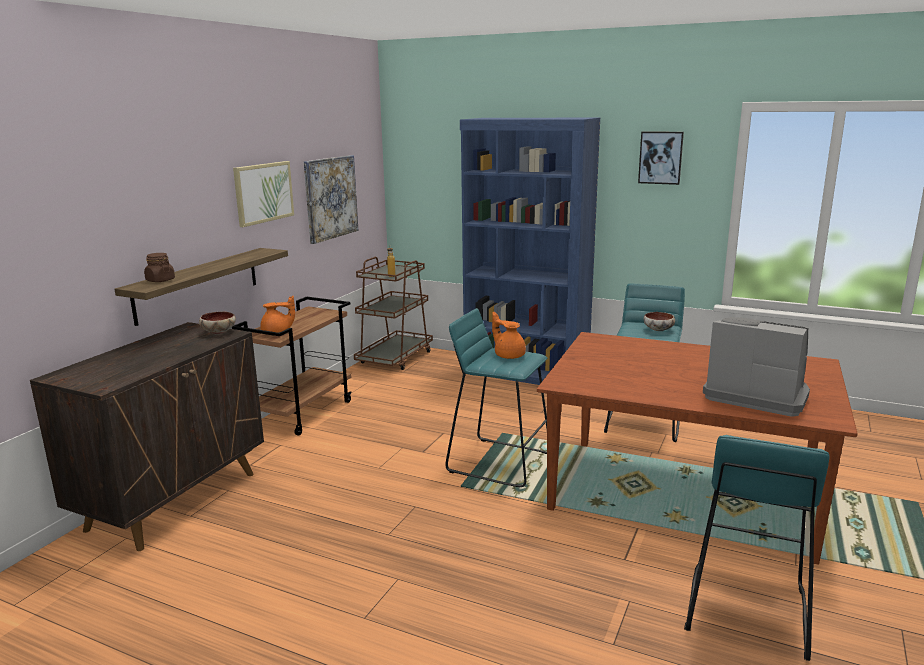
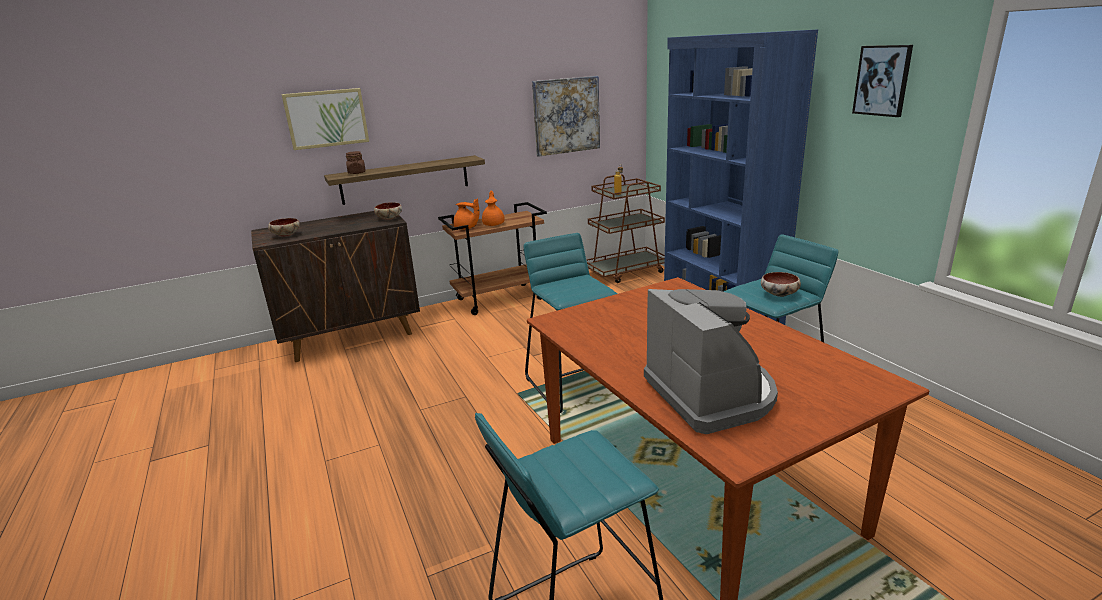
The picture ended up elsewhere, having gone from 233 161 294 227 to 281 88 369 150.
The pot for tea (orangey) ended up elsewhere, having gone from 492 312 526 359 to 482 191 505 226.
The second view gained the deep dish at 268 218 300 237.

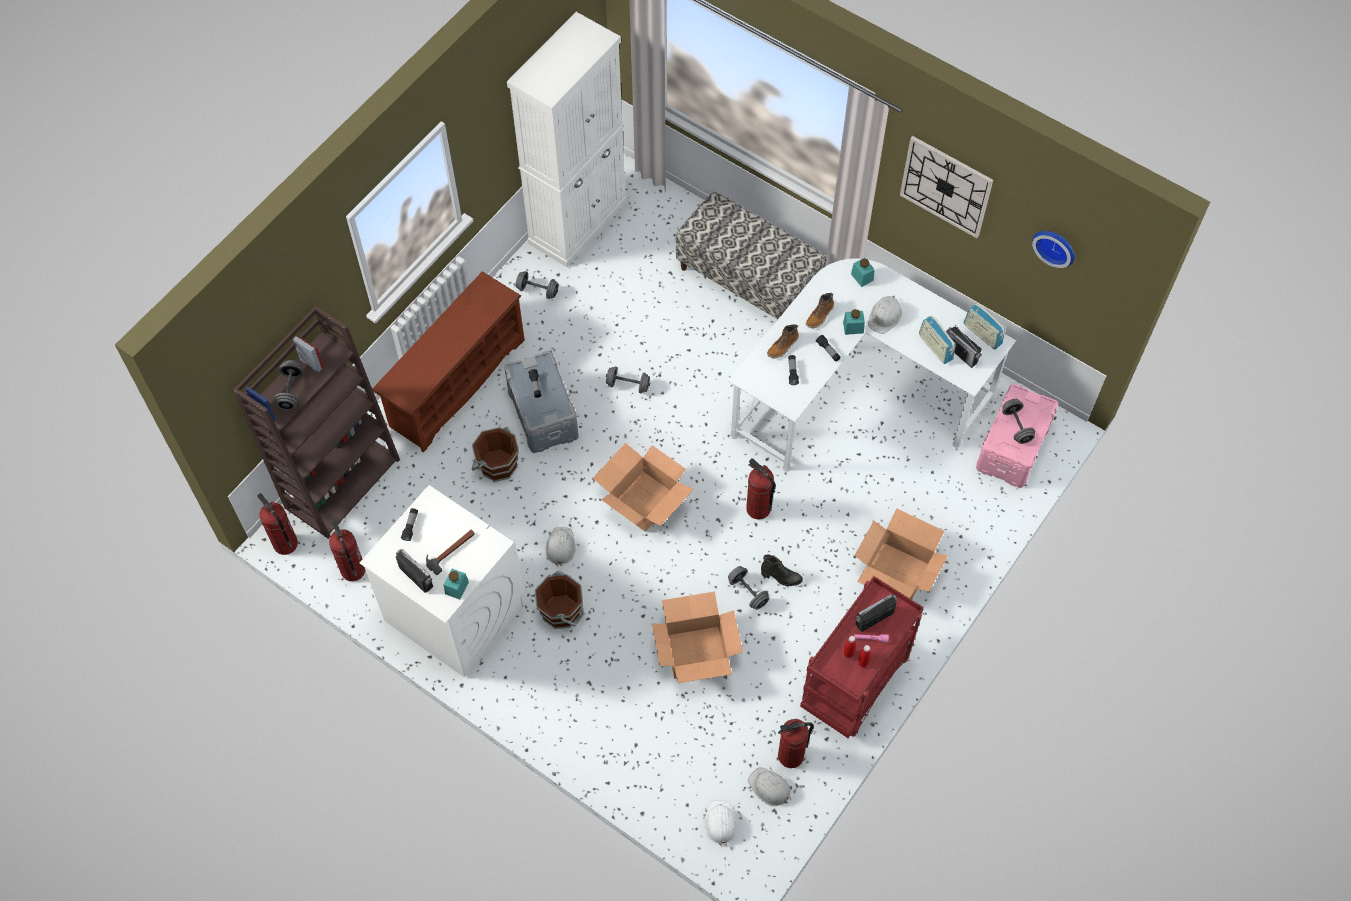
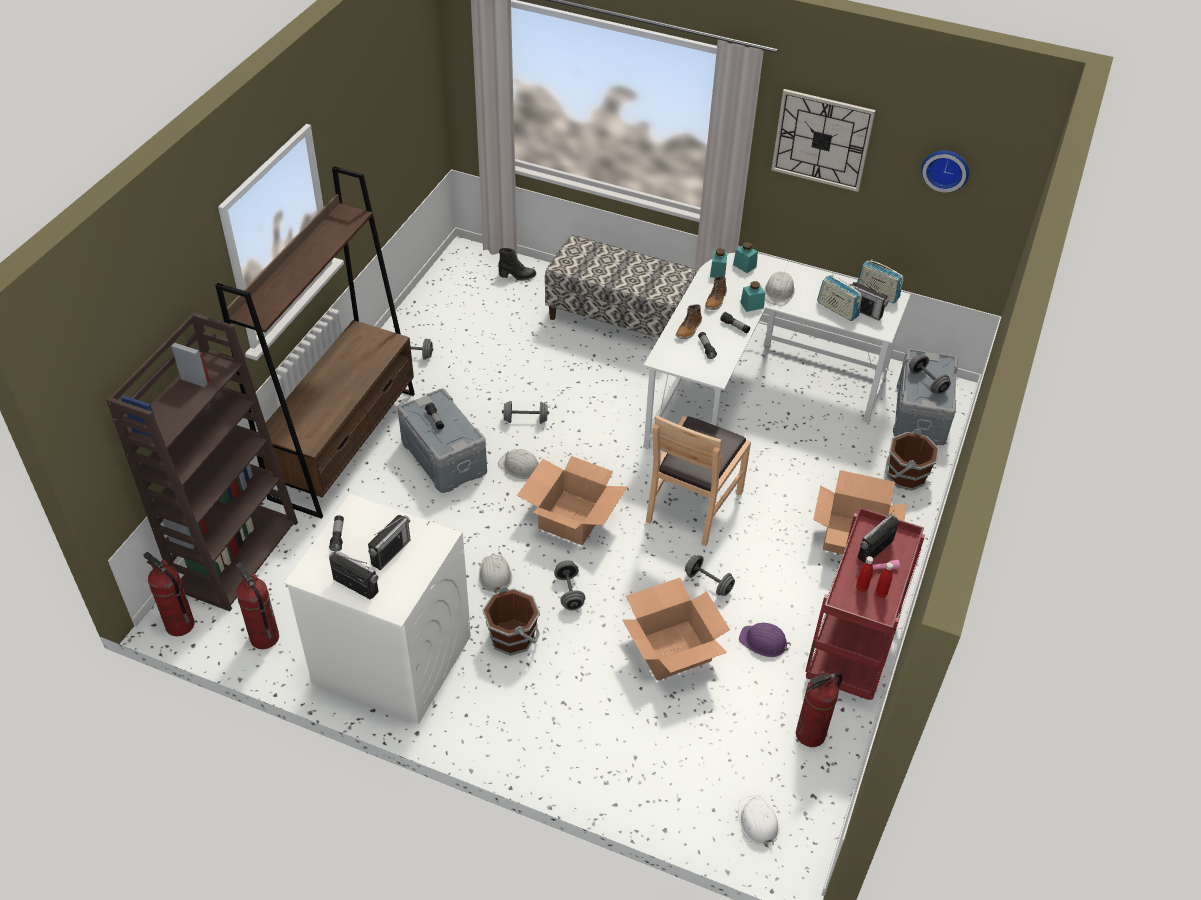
The free weight (greyish) ended up elsewhere, having gone from 274 360 303 410 to 554 560 585 610.
Where the shoe stand (brownish) stood at 372 271 525 453, the bookshelf (brownish) came to stand at 215 166 415 519.
Where the hammer stood at 426 530 474 575, the radio receiver came to stand at 368 515 411 570.
The jar (blue-green) ended up elsewhere, having gone from 444 569 469 600 to 710 248 727 278.
The water bucket (brownish) ended up elsewhere, having gone from 471 427 519 482 to 885 429 939 491.
The second view lost the cabinet (white-coloured) at 507 12 627 267.
Where the fire-fighting cylinder stood at 746 458 776 520, the chair (brownish) came to stand at 646 415 751 546.
The safety helmet (white-coloured) ended up elsewhere, having gone from 748 767 791 806 to 498 449 539 479.
The tall boot (black) ended up elsewhere, having gone from 761 555 803 586 to 498 248 536 281.
What was the storage box (pinkish) at 976 384 1058 488 turned into the storage box (greyish) at 893 349 958 446.
The second view gained the safety helmet (purple) at 739 623 791 657.

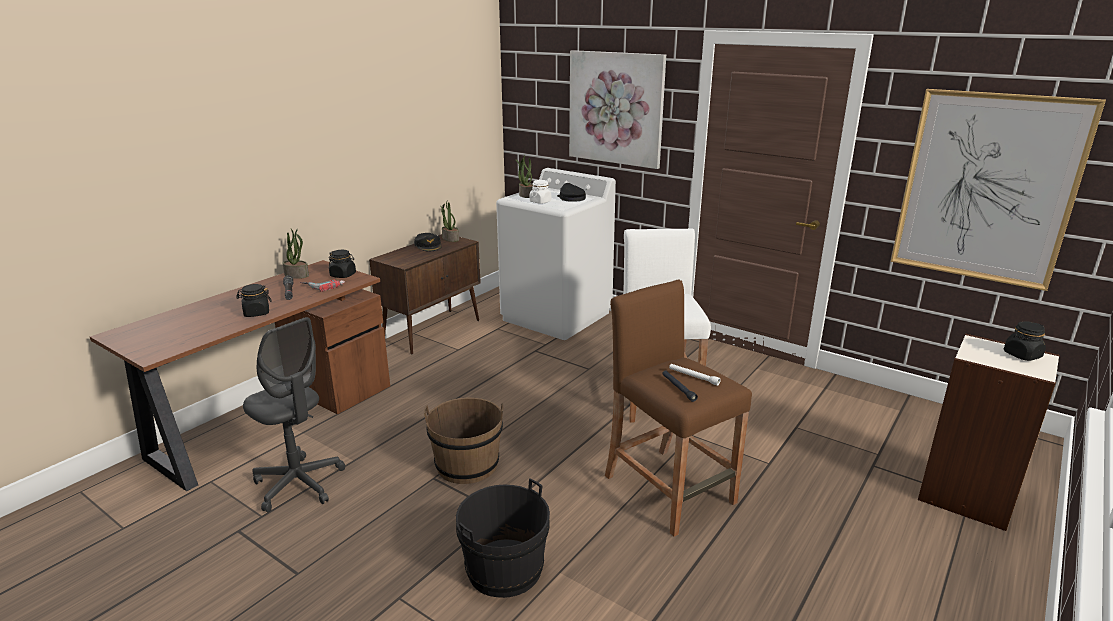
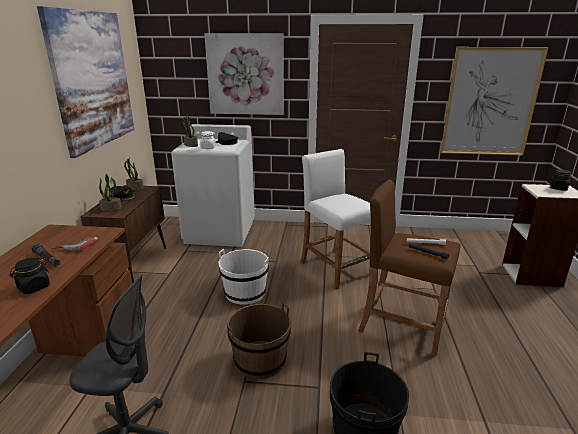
The plant in a pot ended up elsewhere, having gone from 283 229 309 279 to 99 174 122 212.
The second view lost the jar (black) at 329 250 356 278.
The second view gained the picture at 37 6 134 158.
The second view gained the water bucket (white-coloured) at 219 249 269 305.

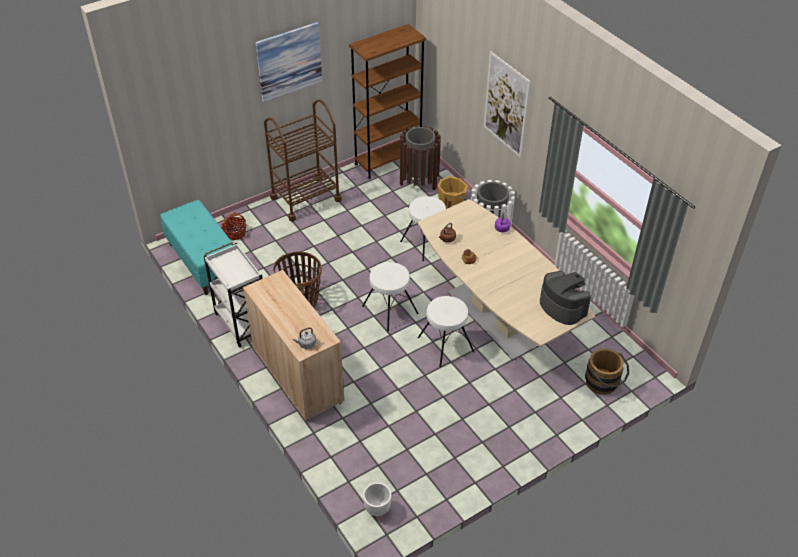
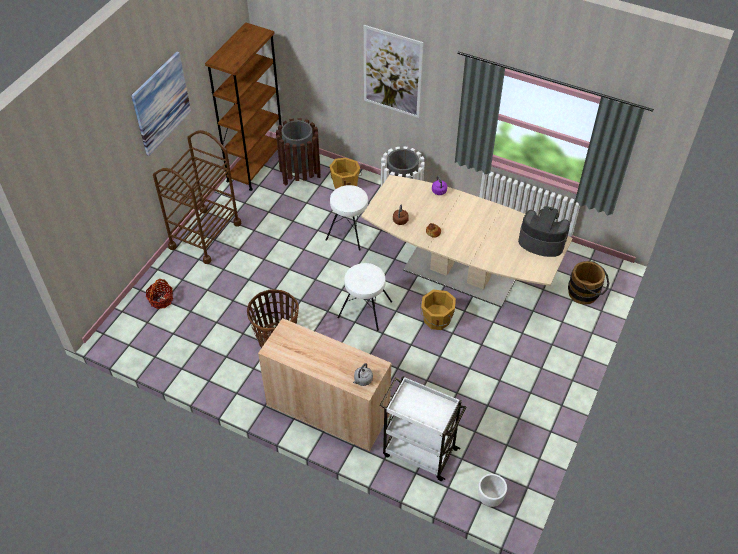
The second view lost the indoor bench (blue-green) at 160 200 232 295.
The trolley (white-coloured) ended up elsewhere, having gone from 204 242 263 348 to 380 376 466 481.
Where the stool seat (white-coloured) stood at 418 296 475 367, the water bucket (orangey) came to stand at 420 289 456 330.

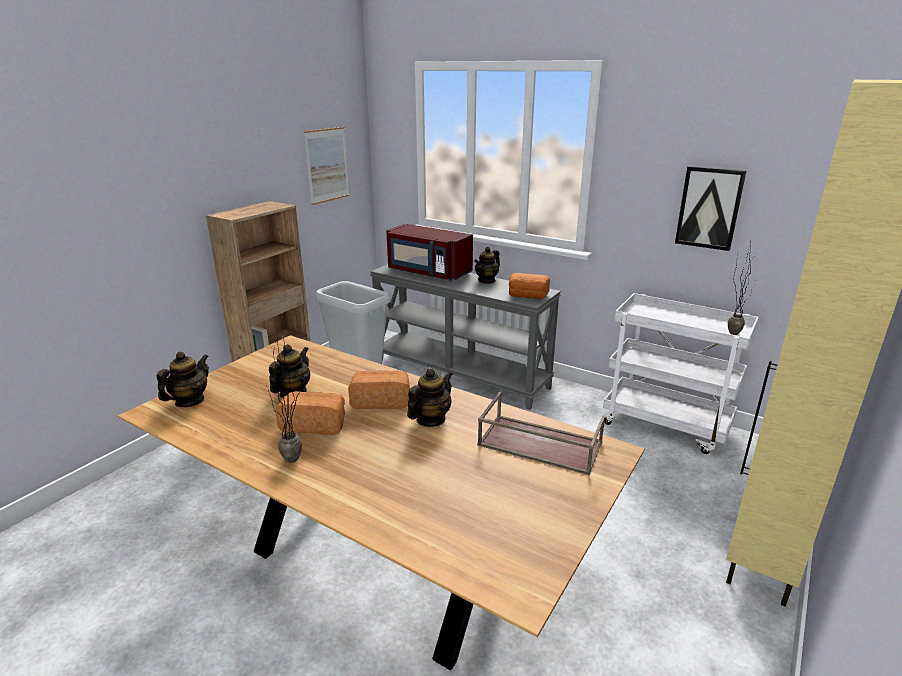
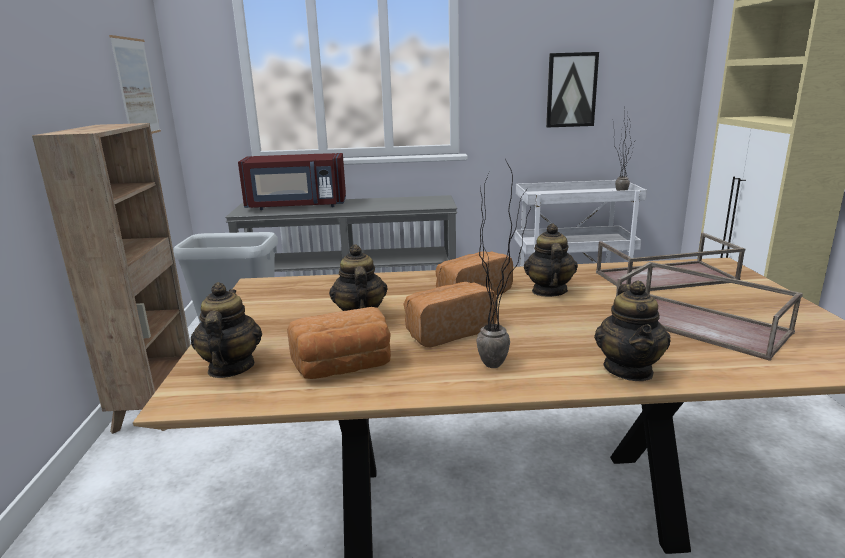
The pot for tea ended up elsewhere, having gone from 474 247 500 284 to 594 280 671 381.
The baked bread ended up elsewhere, having gone from 509 273 550 299 to 287 307 391 379.
The second view gained the tray (brownish) at 616 262 803 361.

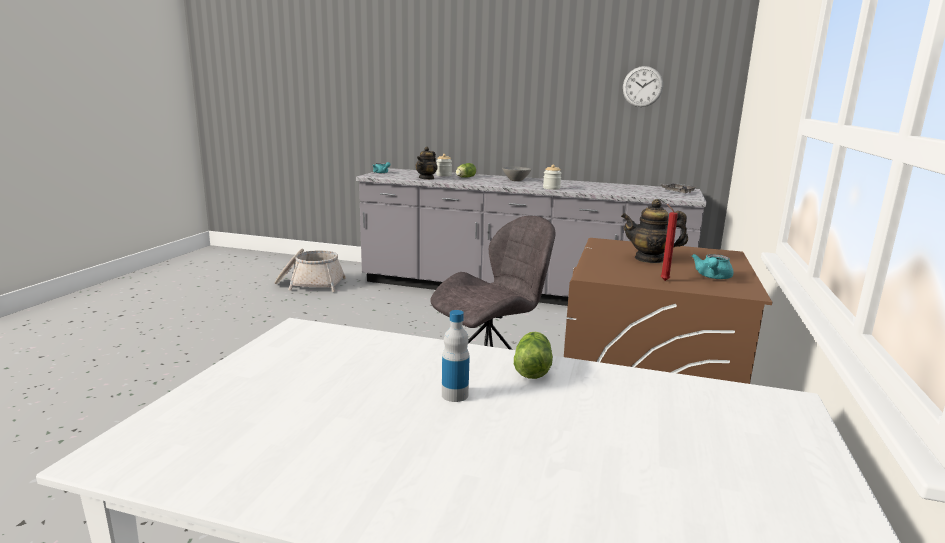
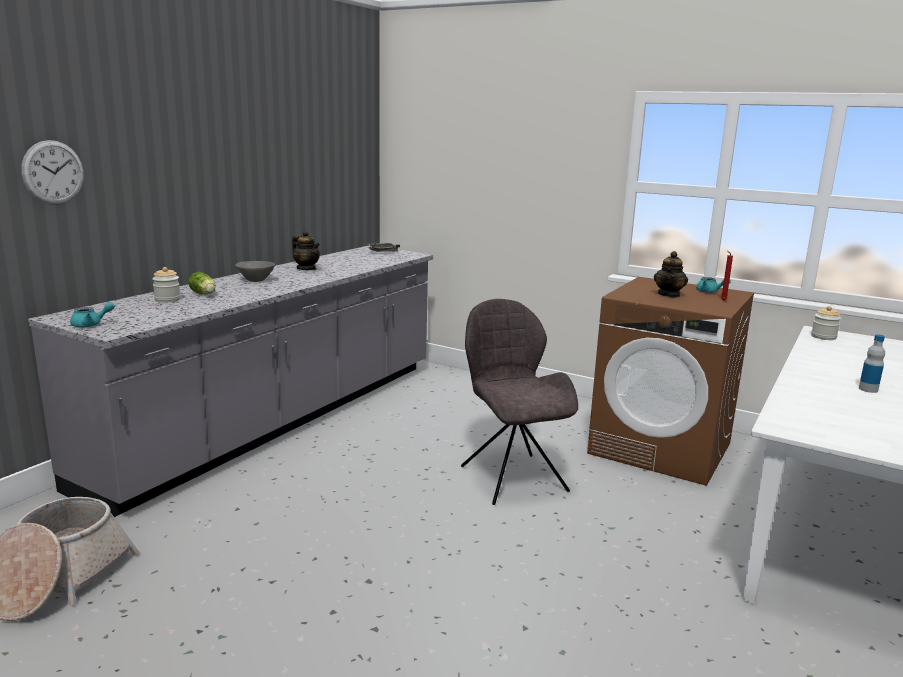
The pot for tea ended up elsewhere, having gone from 416 147 437 180 to 292 231 320 270.
The second view lost the lettuce at 514 332 553 379.
The jar ended up elsewhere, having gone from 543 165 561 190 to 811 306 841 340.
The hanging clock ended up elsewhere, having gone from 623 66 663 107 to 21 140 84 205.

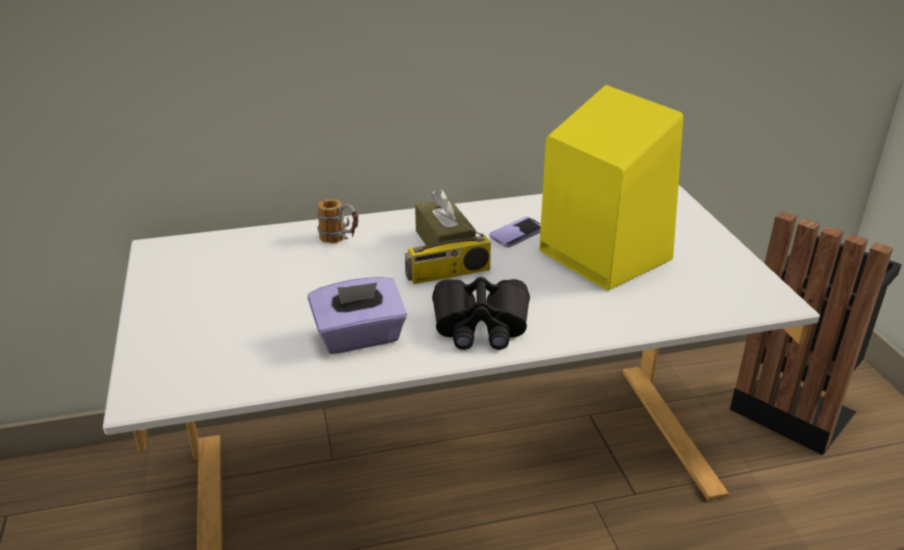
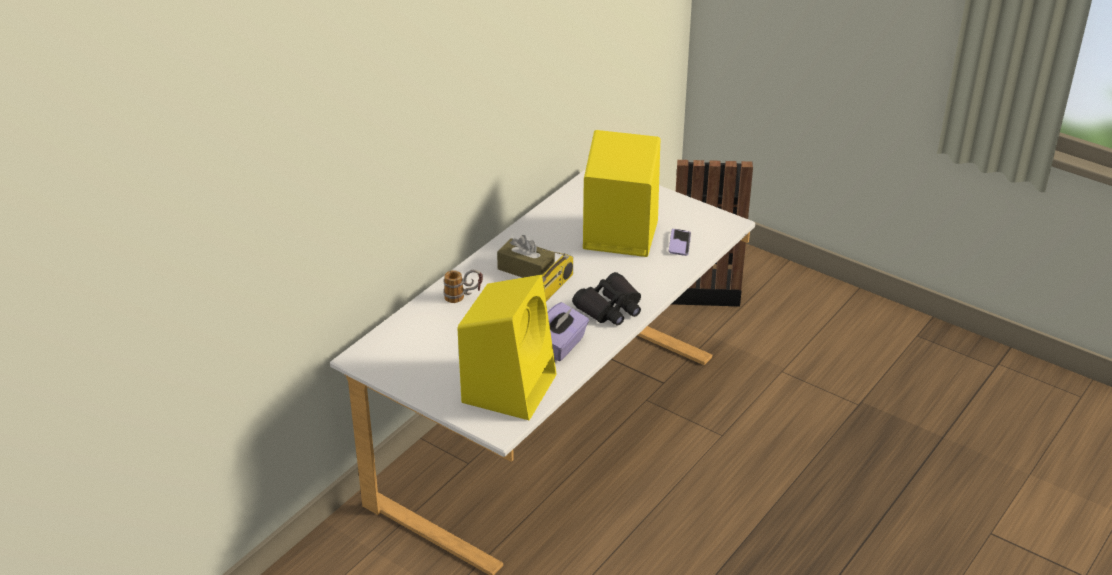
The phone ended up elsewhere, having gone from 489 216 541 248 to 669 229 691 256.
The second view gained the speaker (yellow-coloured) at 458 275 556 420.

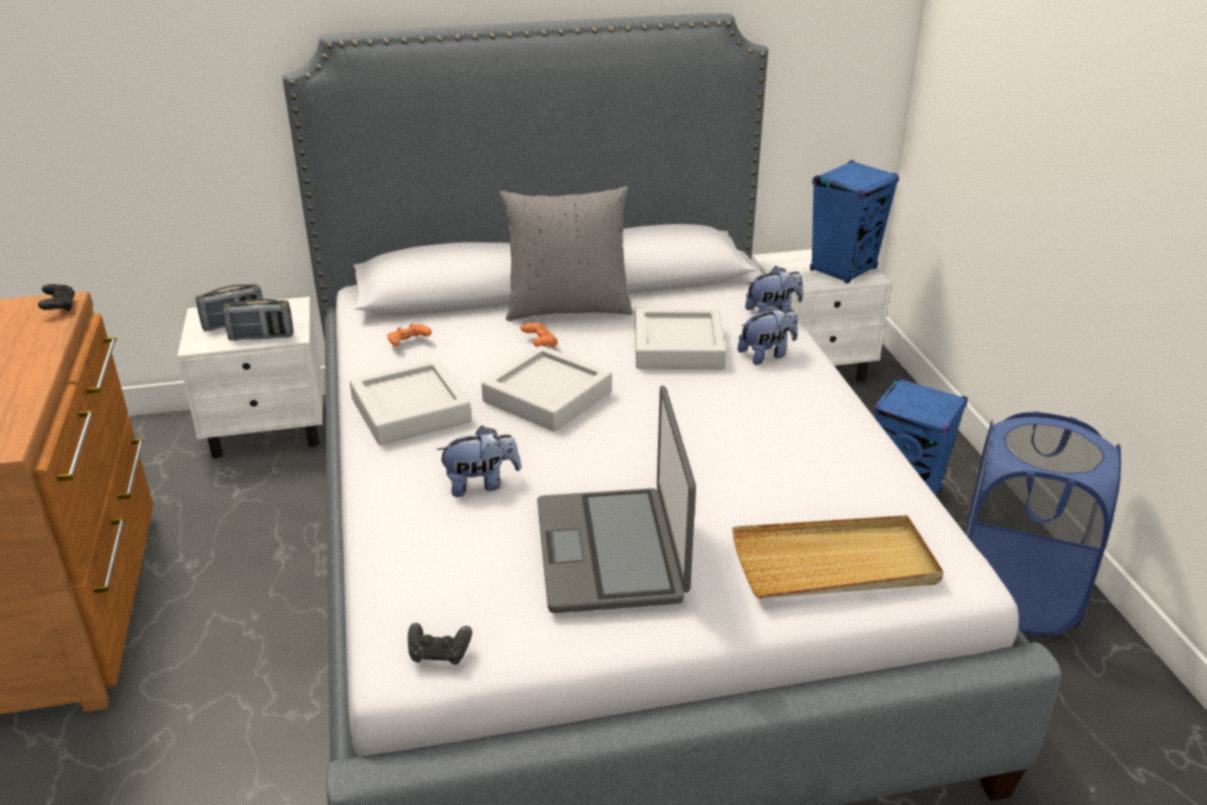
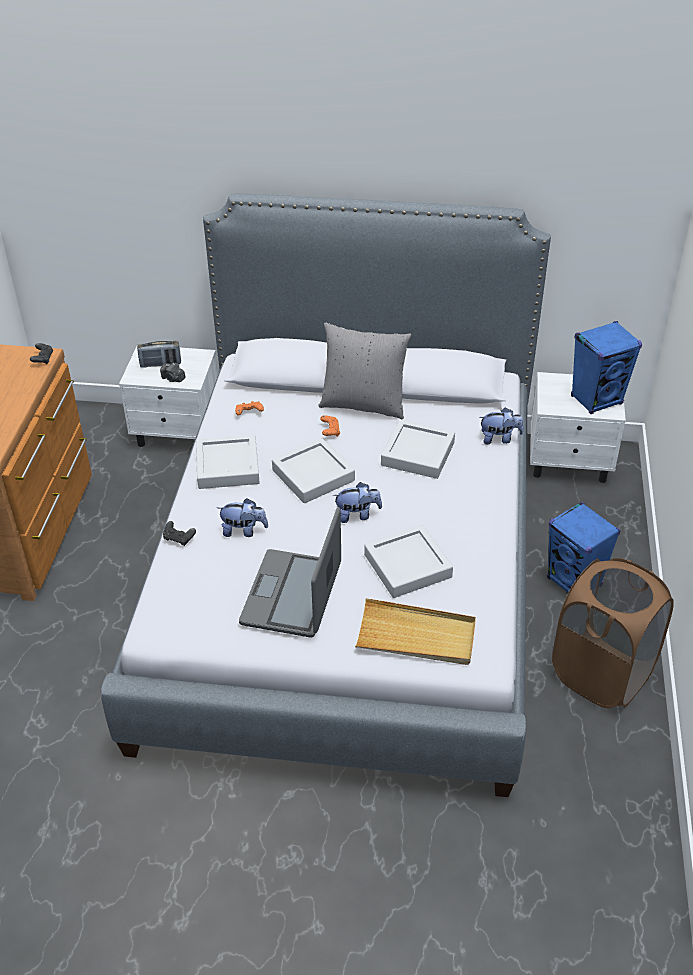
Where the radio receiver stood at 223 299 293 341, the photo camera came to stand at 160 363 186 382.
The game controller (black) ended up elsewhere, having gone from 408 623 472 665 to 163 521 196 546.
The cuddly toy ended up elsewhere, having gone from 738 304 798 365 to 333 482 382 523.
What was the laundry basket (blue-coloured) at 965 411 1121 636 turned into the laundry basket (brownish) at 552 558 674 708.
The second view gained the tray (greyish) at 364 525 453 598.

